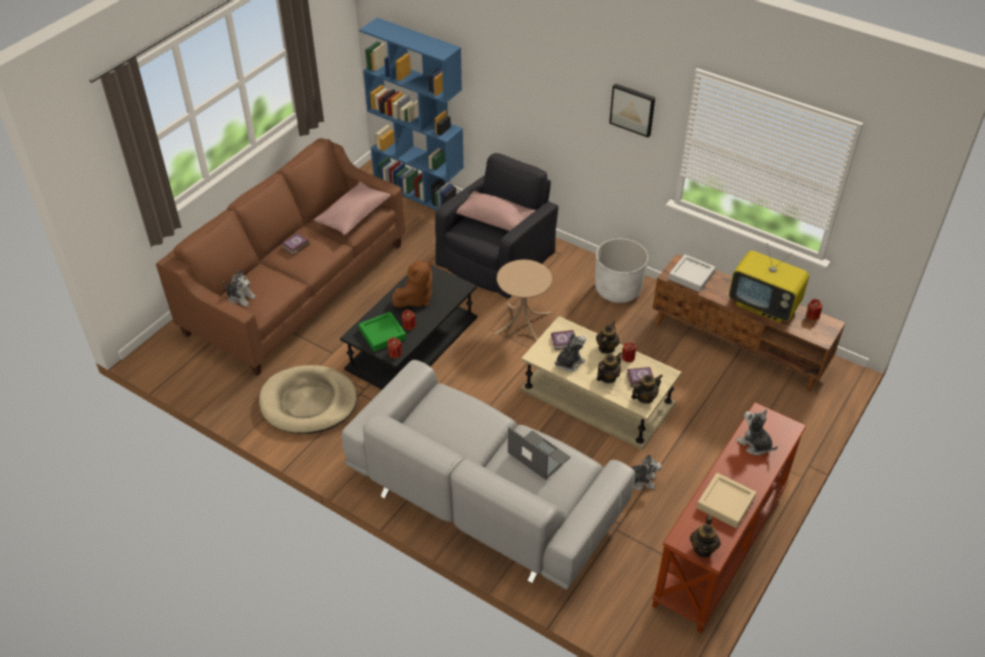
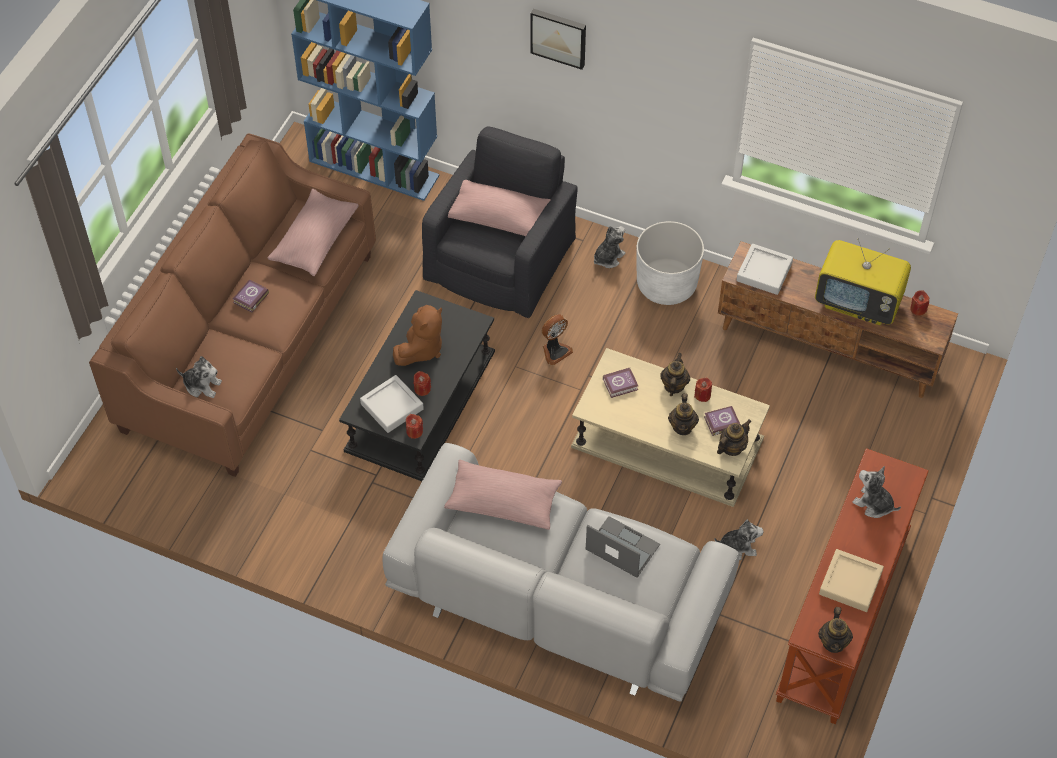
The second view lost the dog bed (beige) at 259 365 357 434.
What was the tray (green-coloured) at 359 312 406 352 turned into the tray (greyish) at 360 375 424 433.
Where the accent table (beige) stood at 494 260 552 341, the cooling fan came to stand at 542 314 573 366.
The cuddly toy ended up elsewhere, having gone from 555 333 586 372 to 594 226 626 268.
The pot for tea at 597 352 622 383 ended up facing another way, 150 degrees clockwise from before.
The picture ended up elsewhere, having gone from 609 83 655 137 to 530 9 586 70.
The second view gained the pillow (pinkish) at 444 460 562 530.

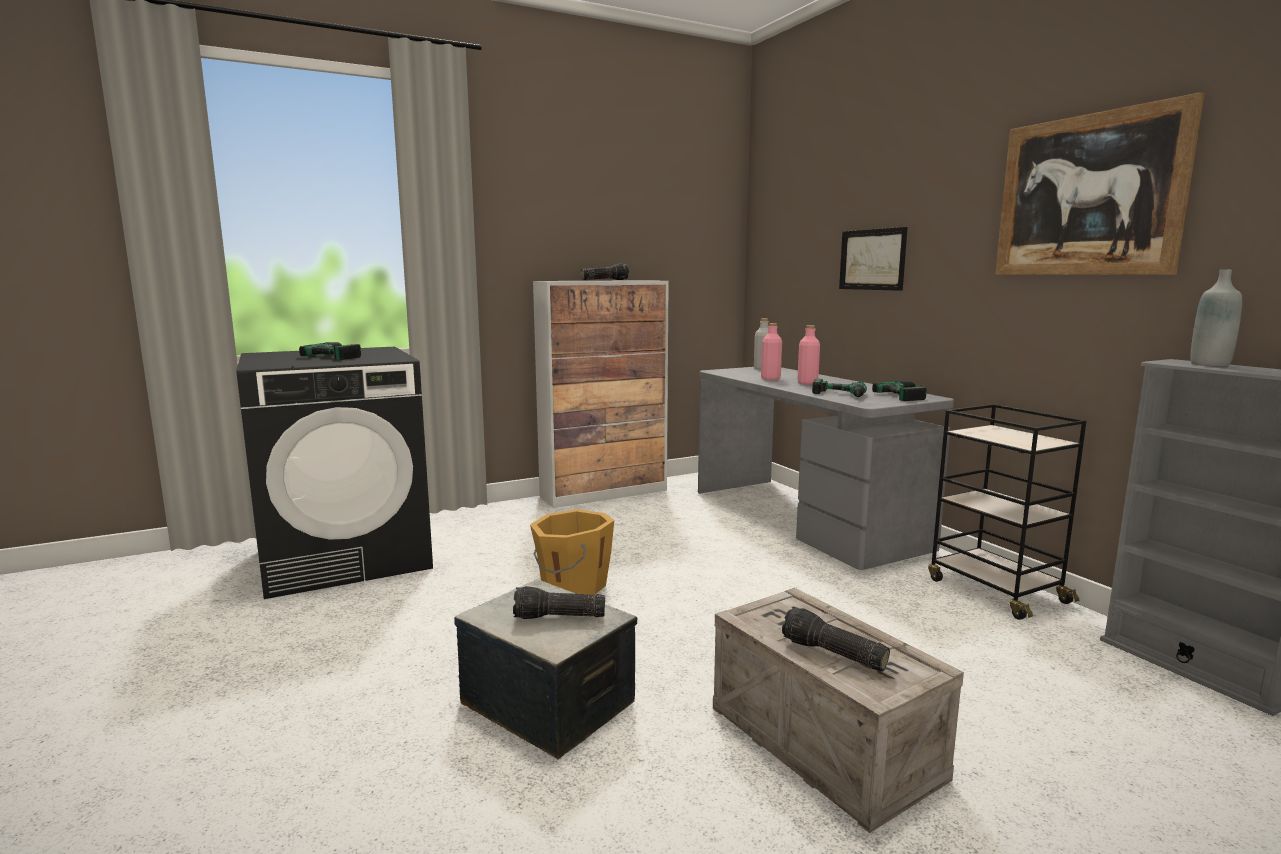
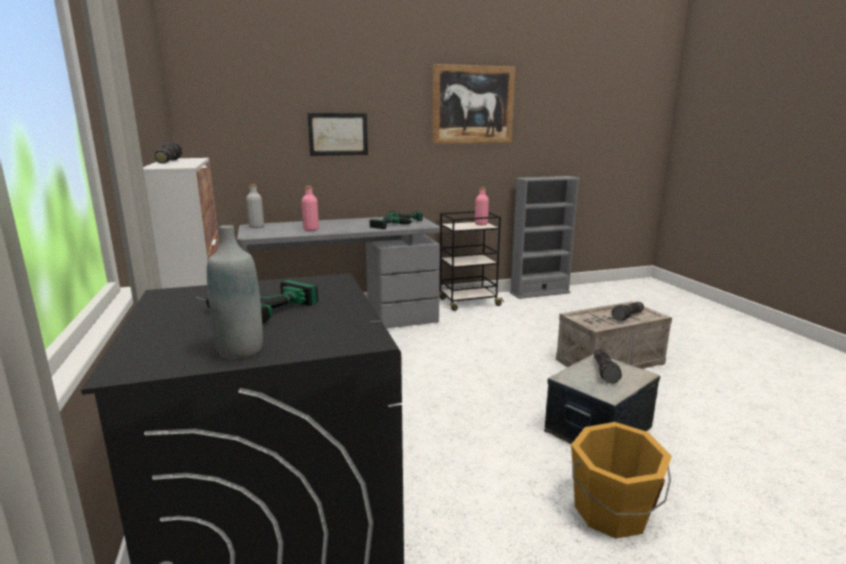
The water bucket (orangey) ended up elsewhere, having gone from 530 509 614 595 to 571 422 672 539.
The beverage bottle (pinkish) ended up elsewhere, having gone from 797 326 820 385 to 475 187 489 225.
The beverage bottle (greyish) ended up elsewhere, having gone from 1190 270 1242 366 to 207 225 263 359.

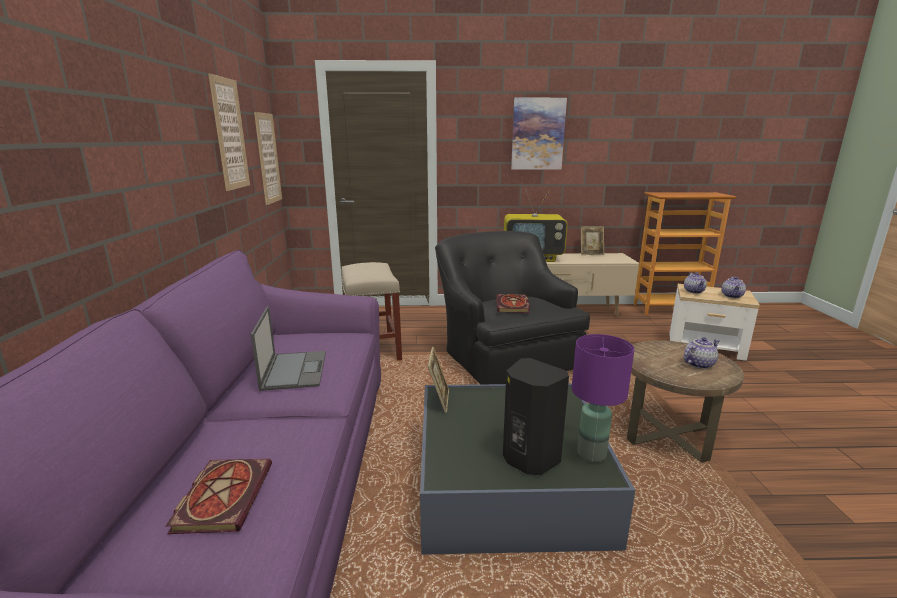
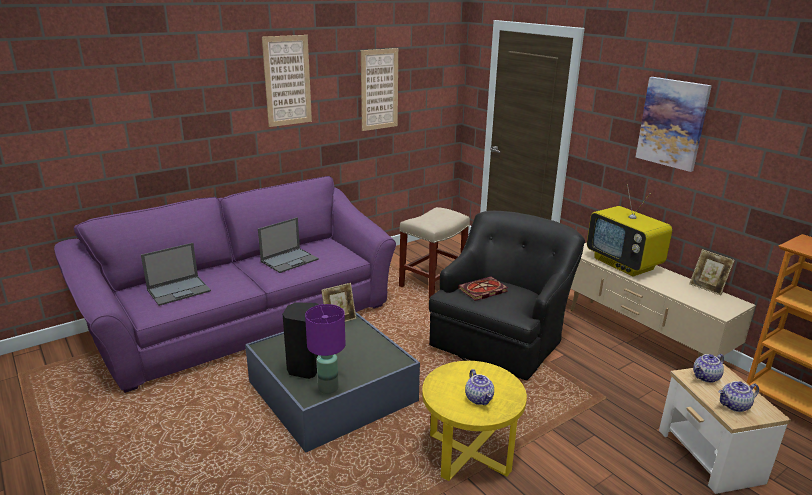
Where the bound book stood at 166 459 272 534, the portable computer came to stand at 141 243 211 306.
The picture ended up elsewhere, having gone from 254 112 282 205 to 262 35 312 127.
What was the accent table (brownish) at 627 340 744 463 turned into the accent table (yellow-coloured) at 422 361 527 481.
The pot for tea at 684 337 719 369 ended up facing another way, 45 degrees clockwise from before.

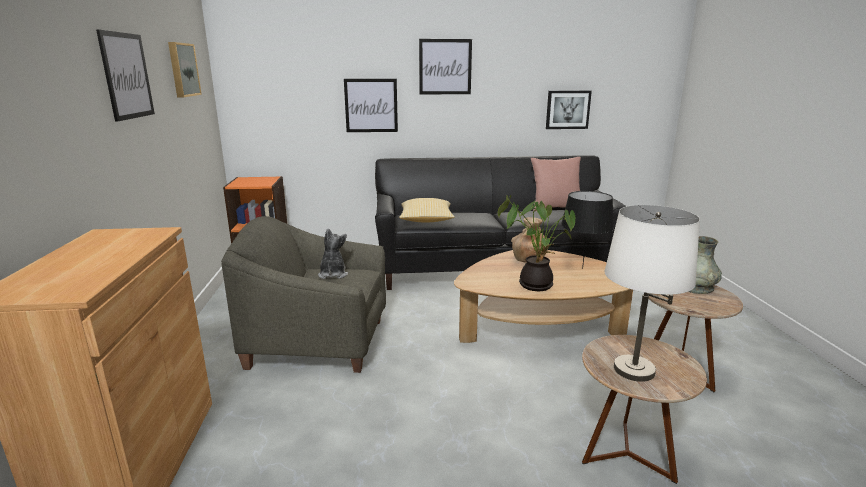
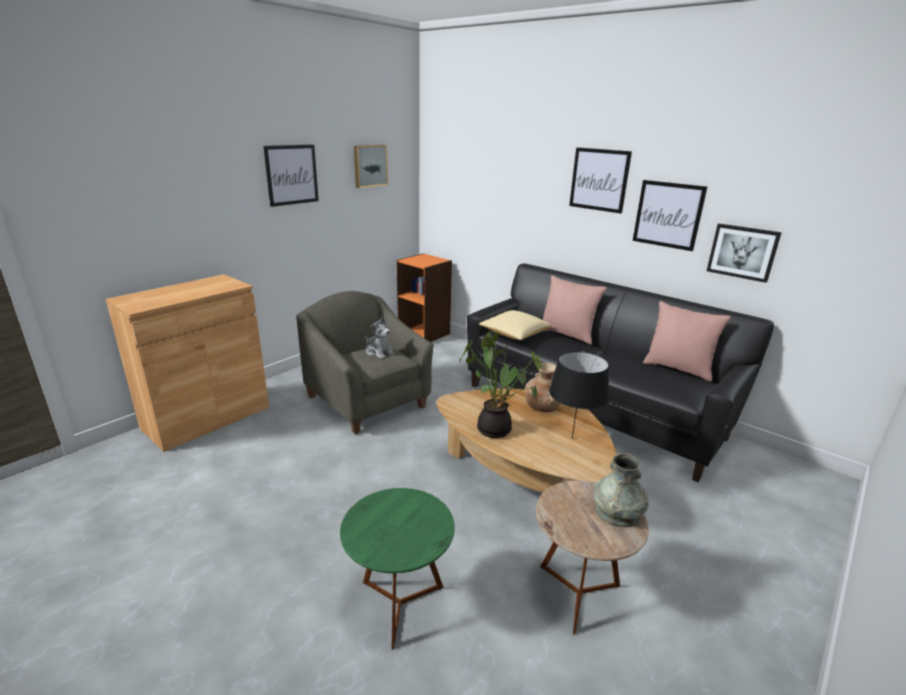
The cuddly toy at 318 229 348 279 ended up facing another way, 90 degrees clockwise from before.
The picture ended up elsewhere, having gone from 344 79 398 132 to 633 180 707 251.
What was the accent table (brownish) at 582 335 707 484 turned into the accent table (green-coloured) at 340 488 455 650.
The second view lost the table lamp (white-coloured) at 604 205 700 382.
The second view gained the pillow (pinkish) at 543 275 607 345.

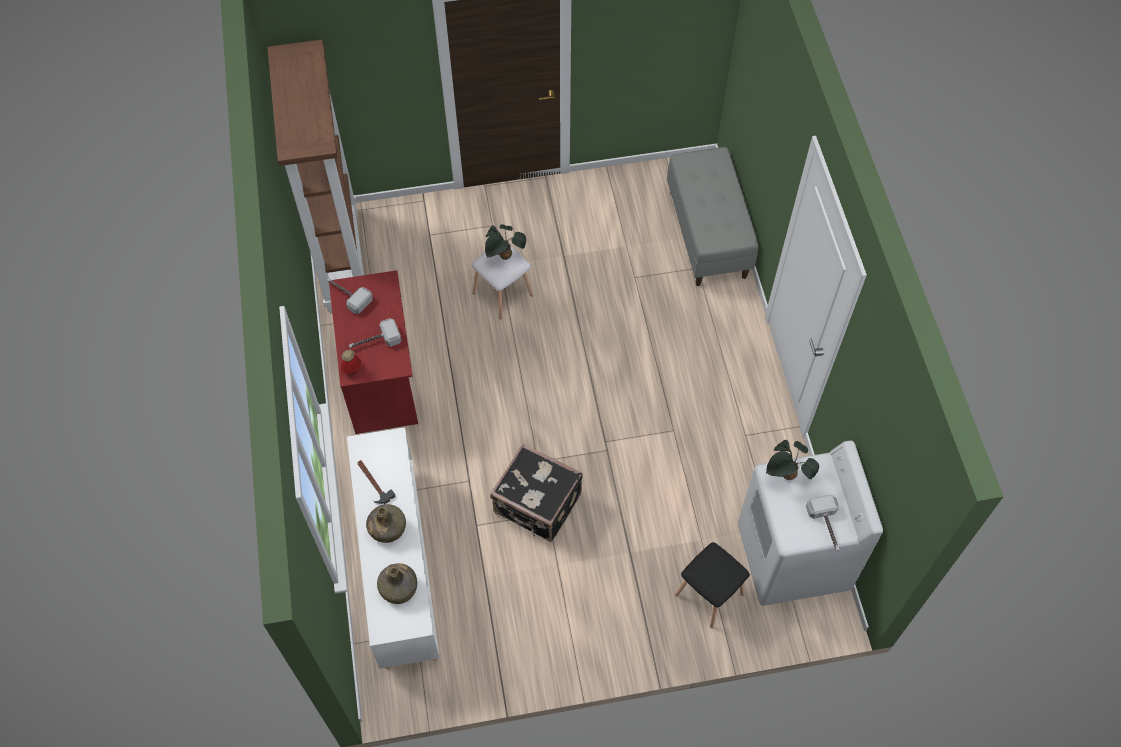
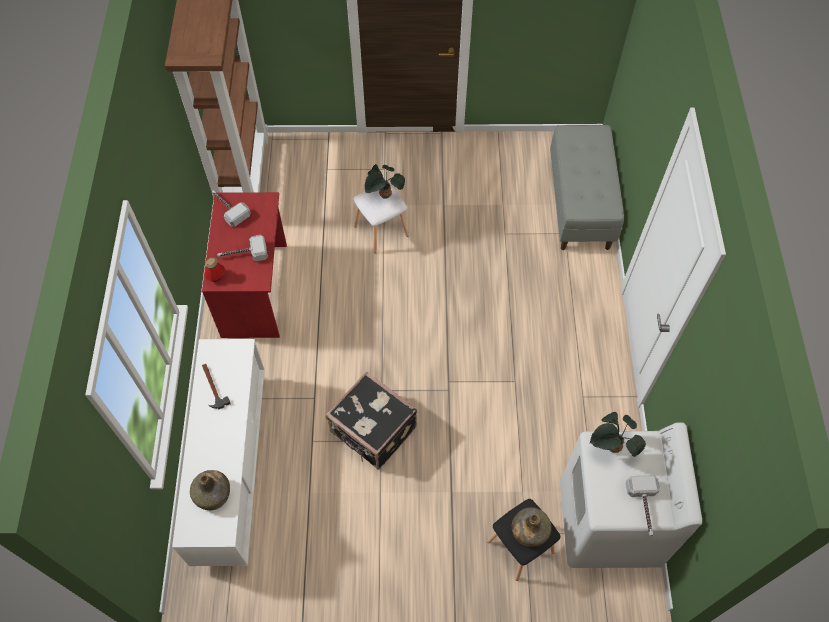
The beverage bottle (green-coloured) ended up elsewhere, having gone from 366 504 406 543 to 512 507 552 547.

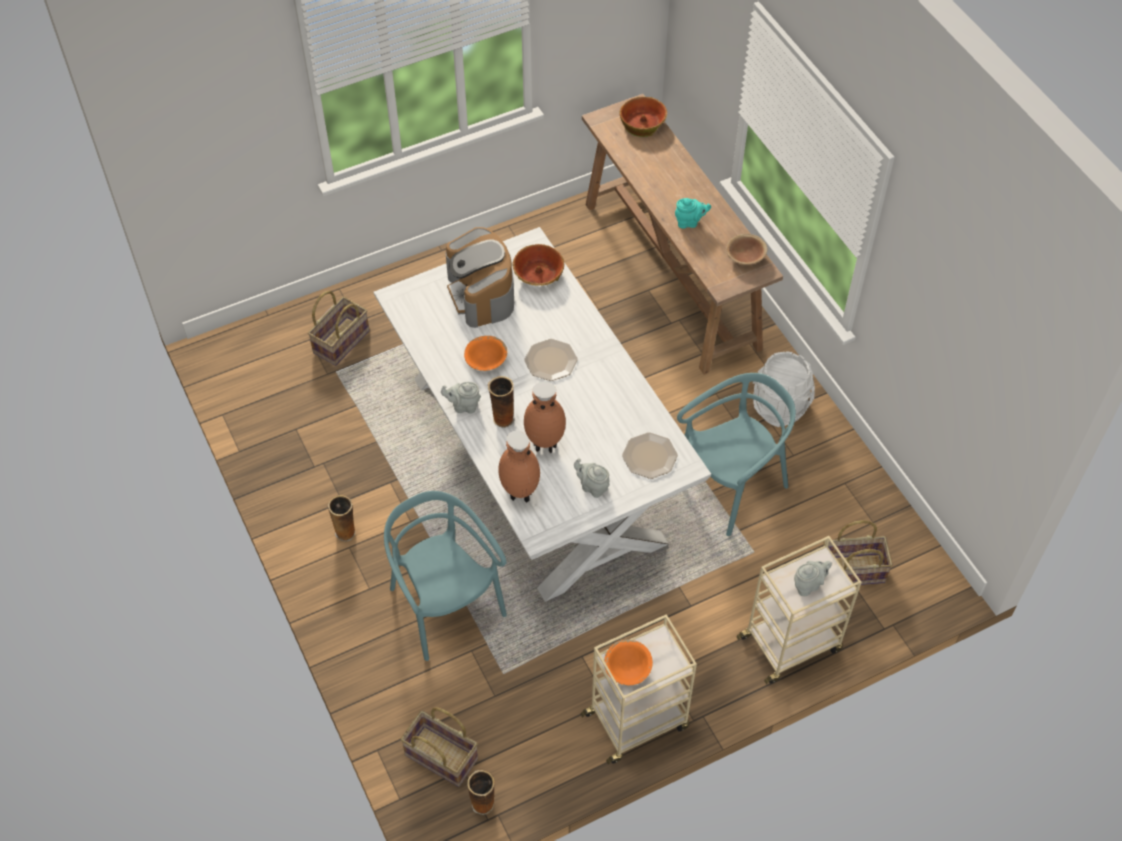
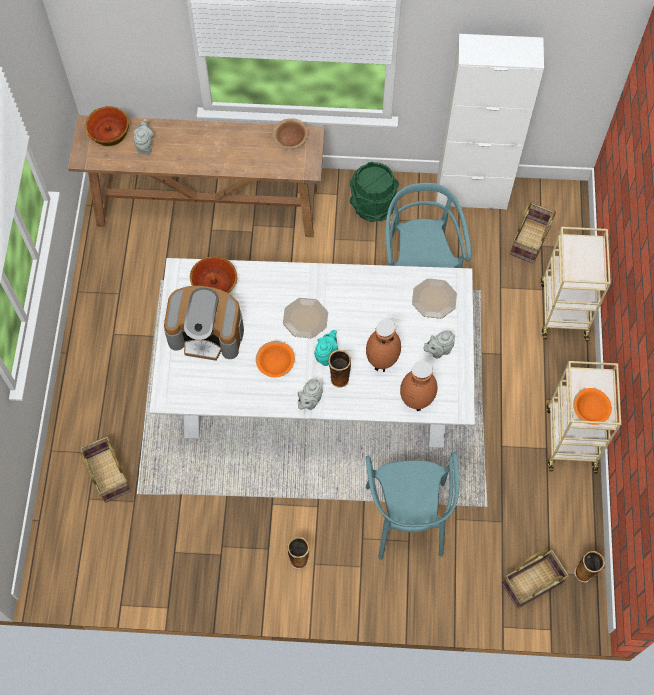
The chair (blue-green) at 384 491 507 661 ended up facing another way, 90 degrees counterclockwise from before.
The pot for tea (blue-green) ended up elsewhere, having gone from 675 198 711 229 to 314 330 338 366.
What was the water bucket (white-coloured) at 752 351 815 427 turned into the water bucket (green-coloured) at 350 162 399 222.
The pot for tea (greyish) ended up elsewhere, having gone from 794 561 832 596 to 133 119 154 155.
The second view gained the cabinet (white-coloured) at 436 34 544 210.

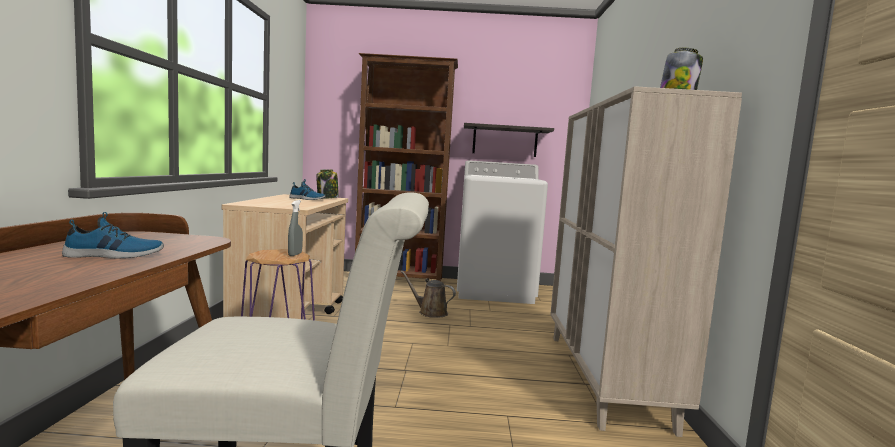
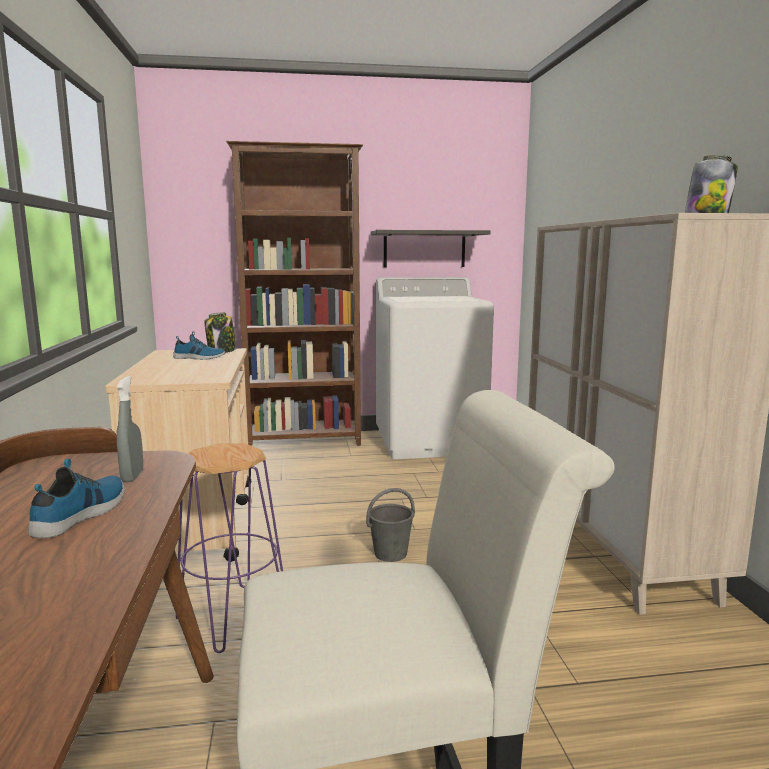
The shoe at 62 212 164 258 ended up facing another way, 45 degrees counterclockwise from before.
The hand sprayer (greyish) ended up elsewhere, having gone from 288 200 303 256 to 117 376 143 482.
The second view lost the watering pot (brownish) at 400 270 456 318.
The second view gained the water bucket (greyish) at 366 488 415 562.

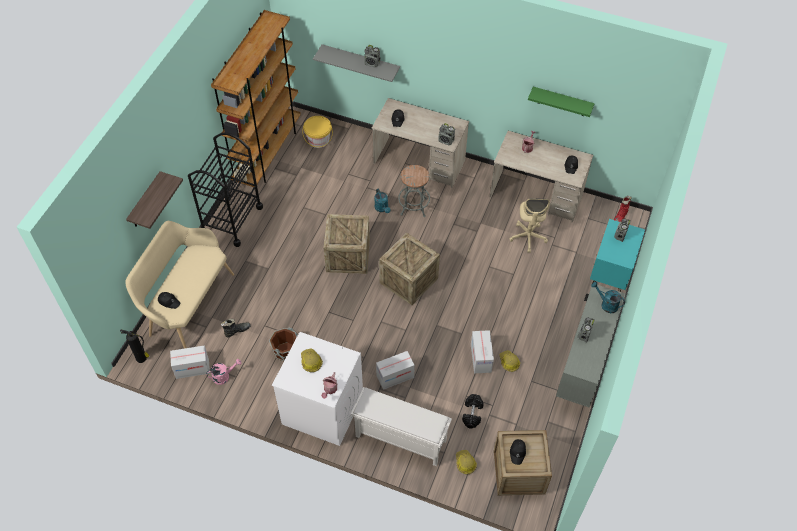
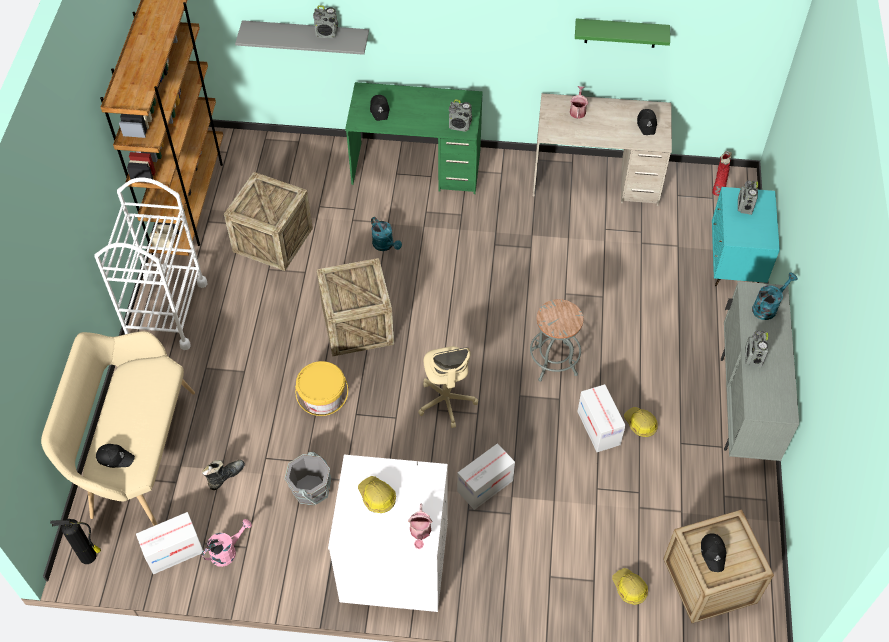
The second view lost the shelf at 126 171 183 229.
What was the trolley (black) at 188 132 263 247 turned into the trolley (white-coloured) at 95 178 207 350.
What was the water bucket (brownish) at 269 328 298 361 turned into the water bucket (greyish) at 285 452 332 506.
The water bucket (yellow-coloured) ended up elsewhere, having gone from 302 116 333 148 to 295 361 348 416.
The second view lost the shoe stand (white-coloured) at 351 387 452 466.
What was the desk (beige) at 372 98 469 188 turned into the desk (green-coloured) at 345 82 483 194.
The crate ended up elsewhere, having gone from 379 232 440 305 to 224 172 313 271.
The stool seat (greyish) ended up elsewhere, having gone from 398 165 430 217 to 530 299 583 382.
The second view lost the free weight (black) at 462 394 484 429.
The office chair (beige) ended up elsewhere, having gone from 509 198 550 252 to 418 346 478 428.
The watering pot (blue-green) at 591 282 625 313 ended up facing another way, 120 degrees clockwise from before.

